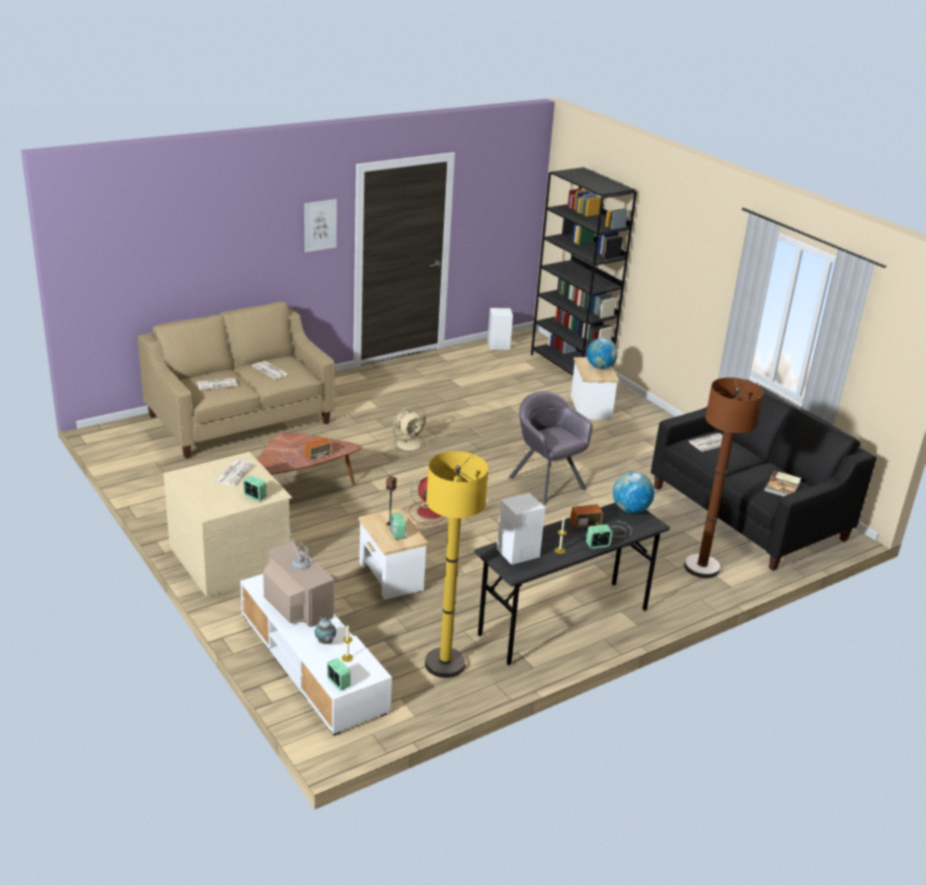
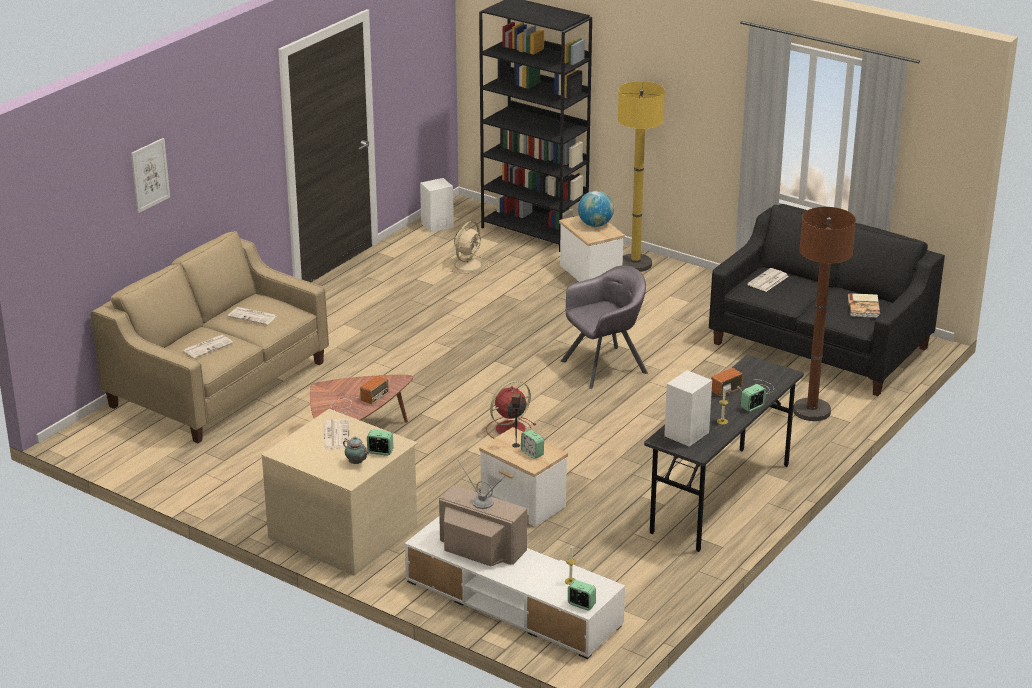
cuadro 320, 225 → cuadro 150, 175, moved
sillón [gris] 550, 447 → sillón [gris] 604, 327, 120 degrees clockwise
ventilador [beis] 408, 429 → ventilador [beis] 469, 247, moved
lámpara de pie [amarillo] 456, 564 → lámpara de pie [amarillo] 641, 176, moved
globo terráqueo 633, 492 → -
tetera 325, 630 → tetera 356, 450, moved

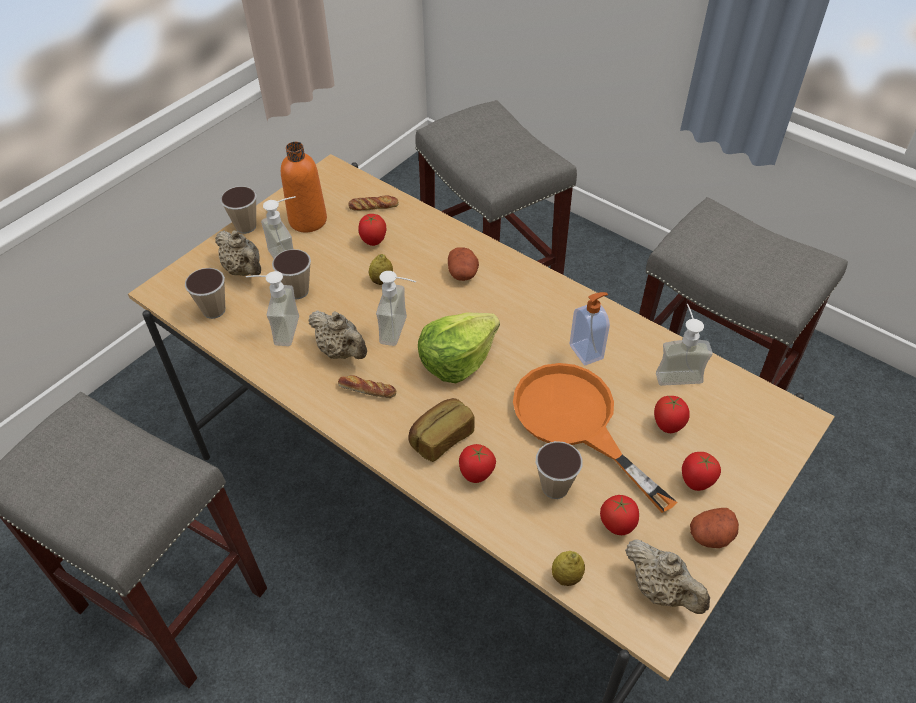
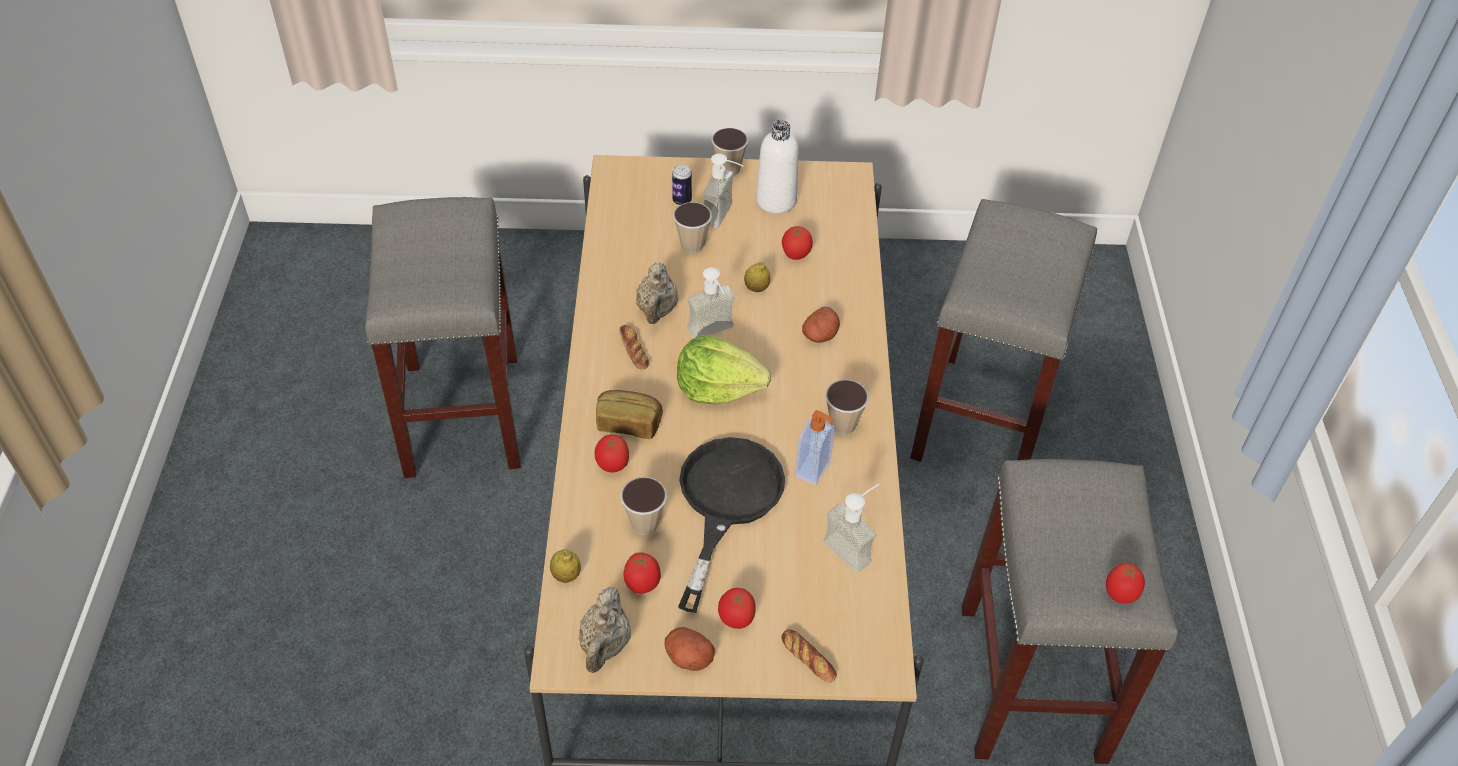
botella [naranja] 304, 187 → botella [blanco] 777, 167
pan 373, 203 → pan 809, 656, moved
tetera [beis] 238, 253 → lata 682, 184
taza 205, 293 → taza 847, 407, moved
dispensador de jabón 272, 308 → -
sartén [naranja] 595, 438 → sartén [negro] 731, 525
tomate 672, 414 → tomate 1125, 583, moved

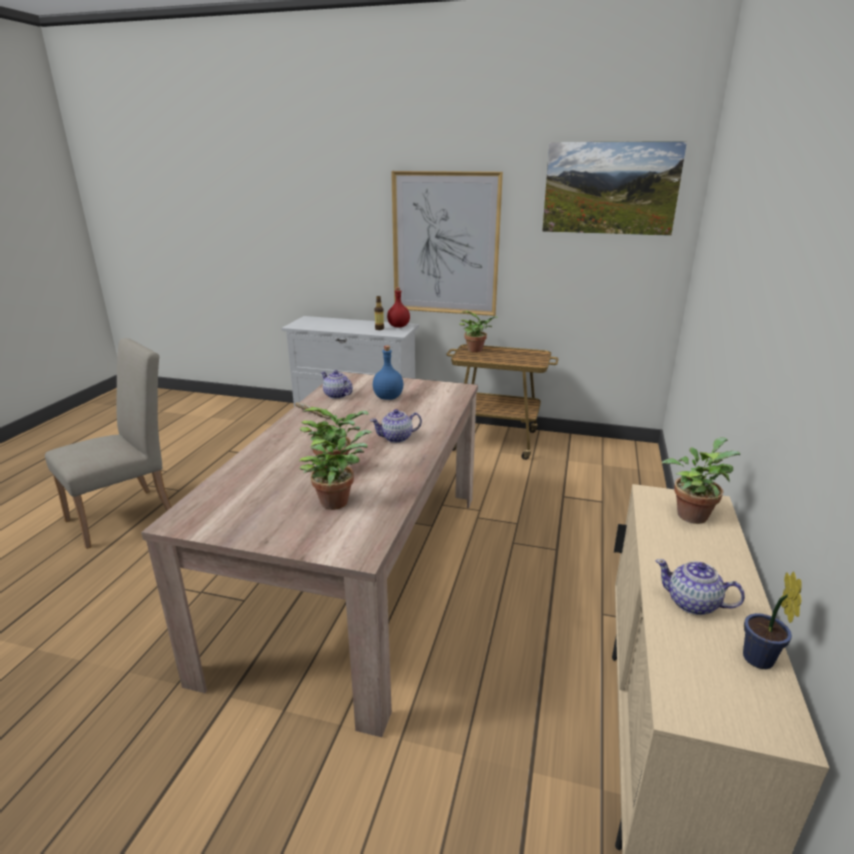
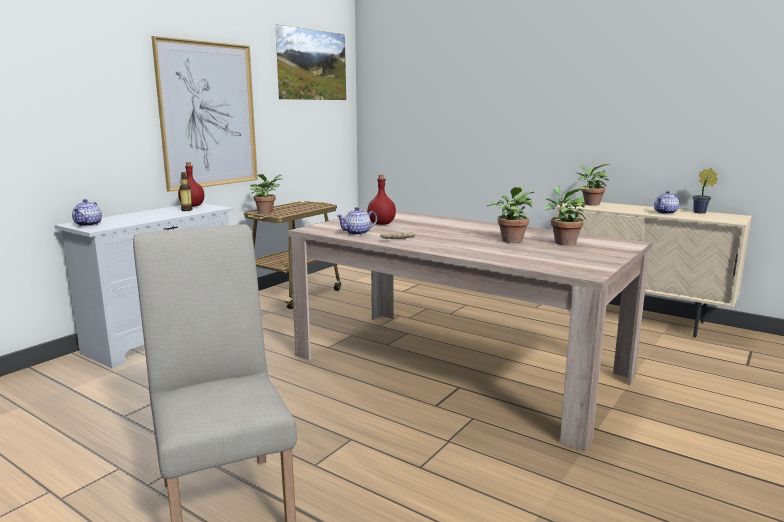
botella [azul] 388, 373 → botella [rojo] 381, 199
tetera 396, 426 → tetera 87, 212, moved

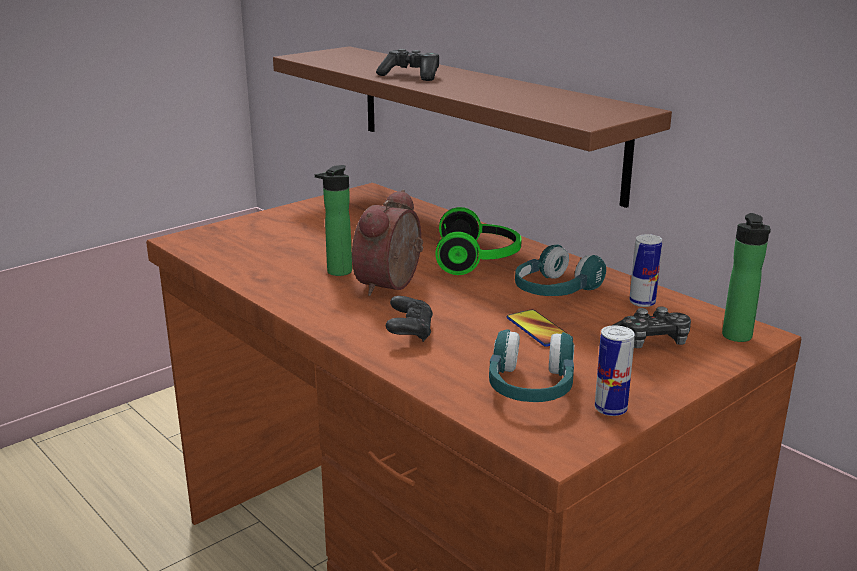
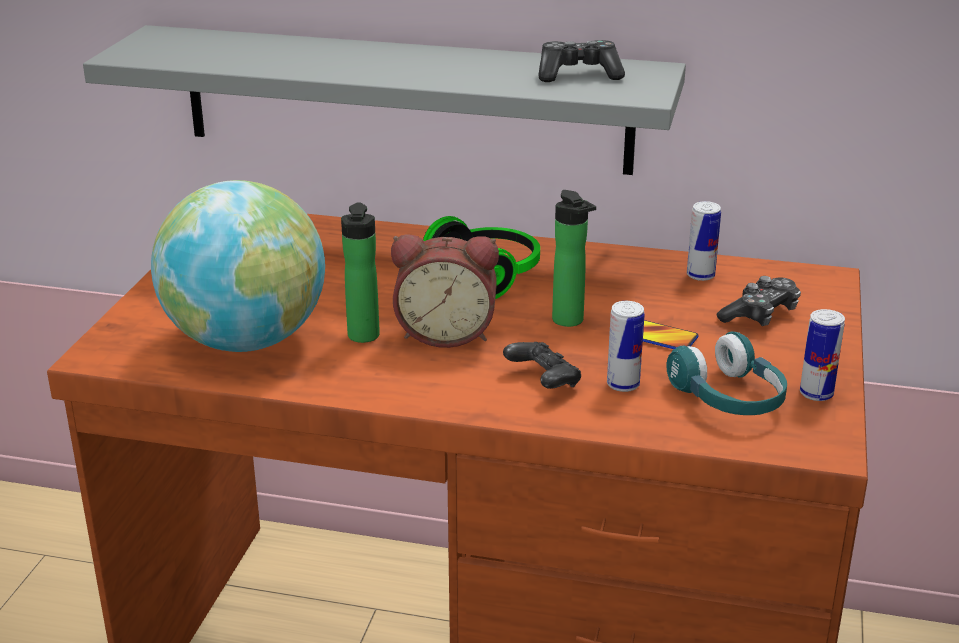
estante [marrón] 472, 127 → estante [gris] 384, 100
mando de consola 407, 65 → mando de consola 582, 61, moved
despertador 387, 243 → despertador 445, 291, 75 degrees counterclockwise
botella 746, 277 → botella 574, 258, moved
auriculares [turquesa] 560, 270 → -
- → globo terráqueo 238, 266
- → lata 626, 346

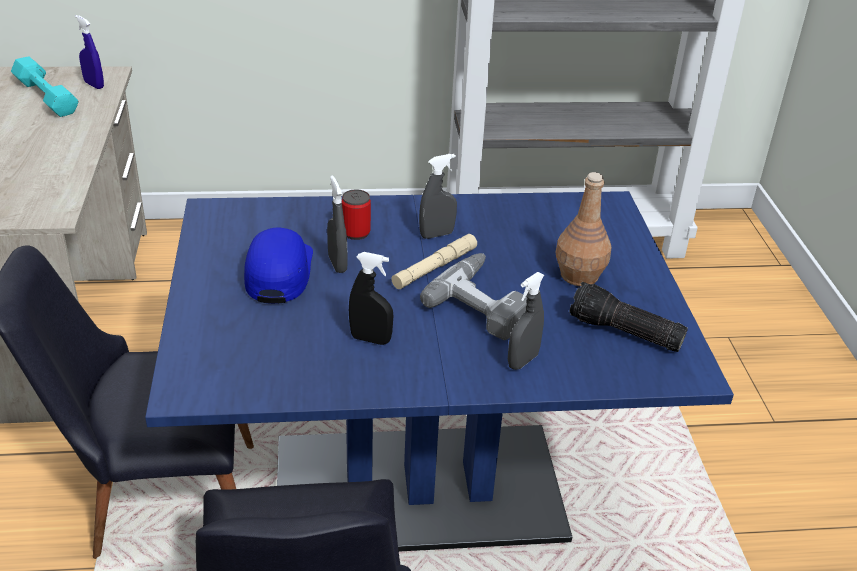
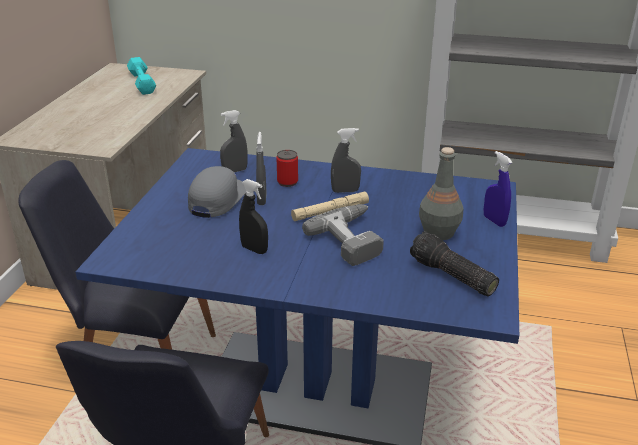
pulverizador [azul] 89, 52 → pulverizador [azul] 498, 189, moved
botella [marrón] 584, 229 → botella [gris] 441, 193
gorra [azul] 278, 266 → gorra [gris] 217, 192
pulverizador [gris] 526, 321 → pulverizador [gris] 234, 141, moved

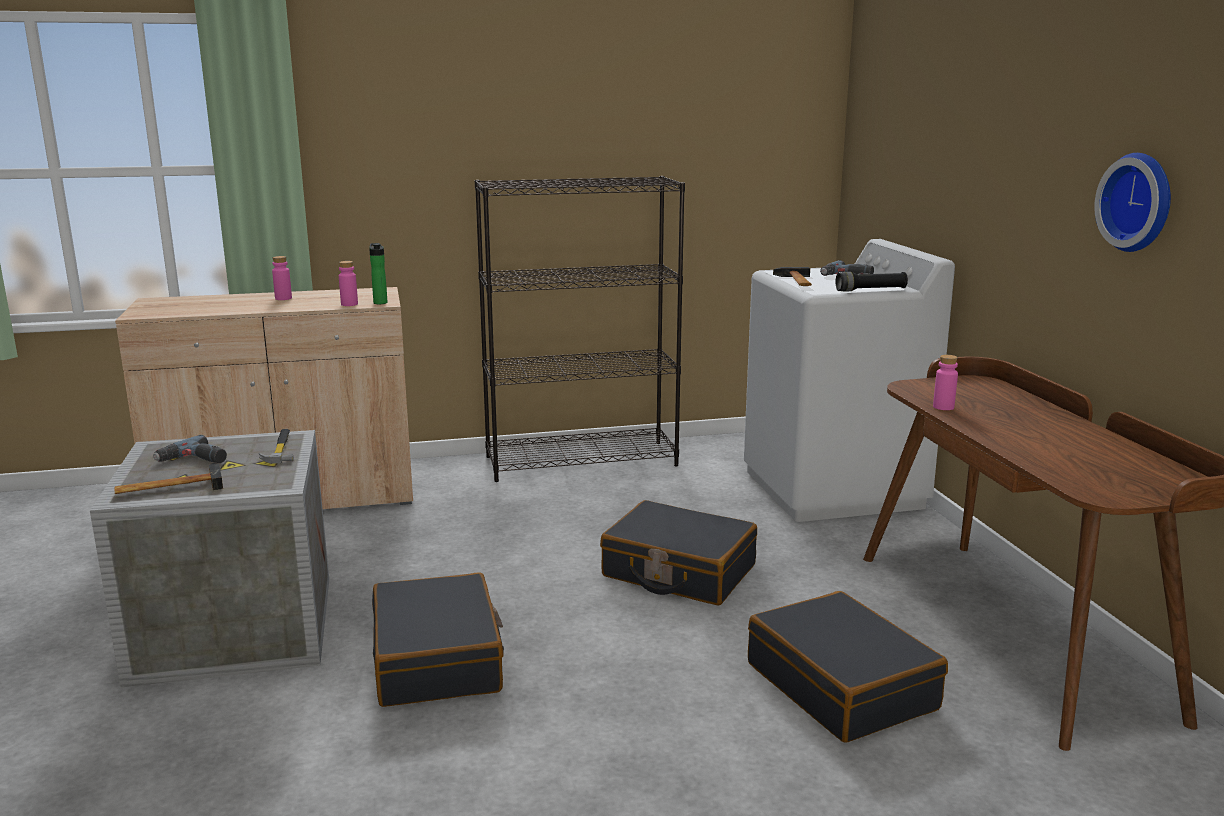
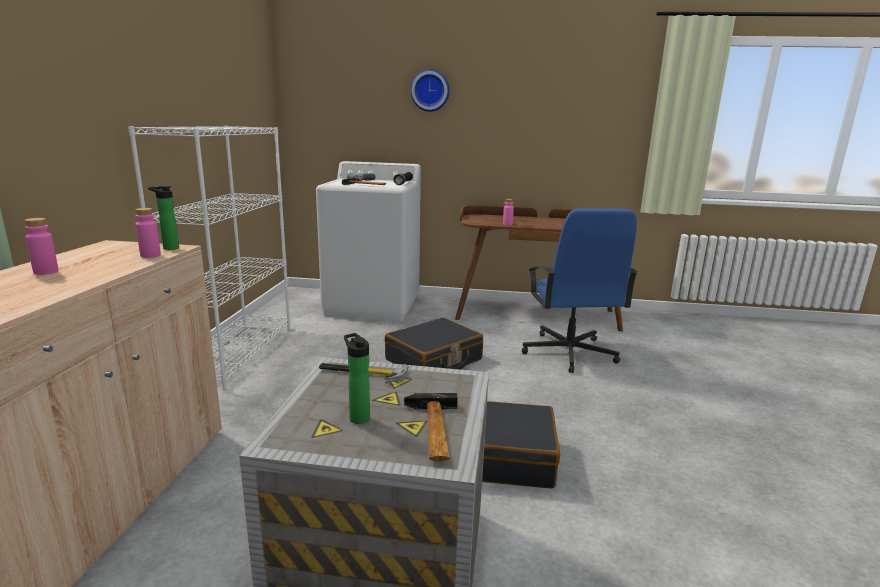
reloj de pared 1132, 202 → reloj de pared 430, 90, moved
estantería [negro] 580, 329 → estantería [blanco] 209, 258
taladro 190, 449 → botella 357, 378
maleta [negro] 848, 666 → silla de oficina [azul] 580, 290

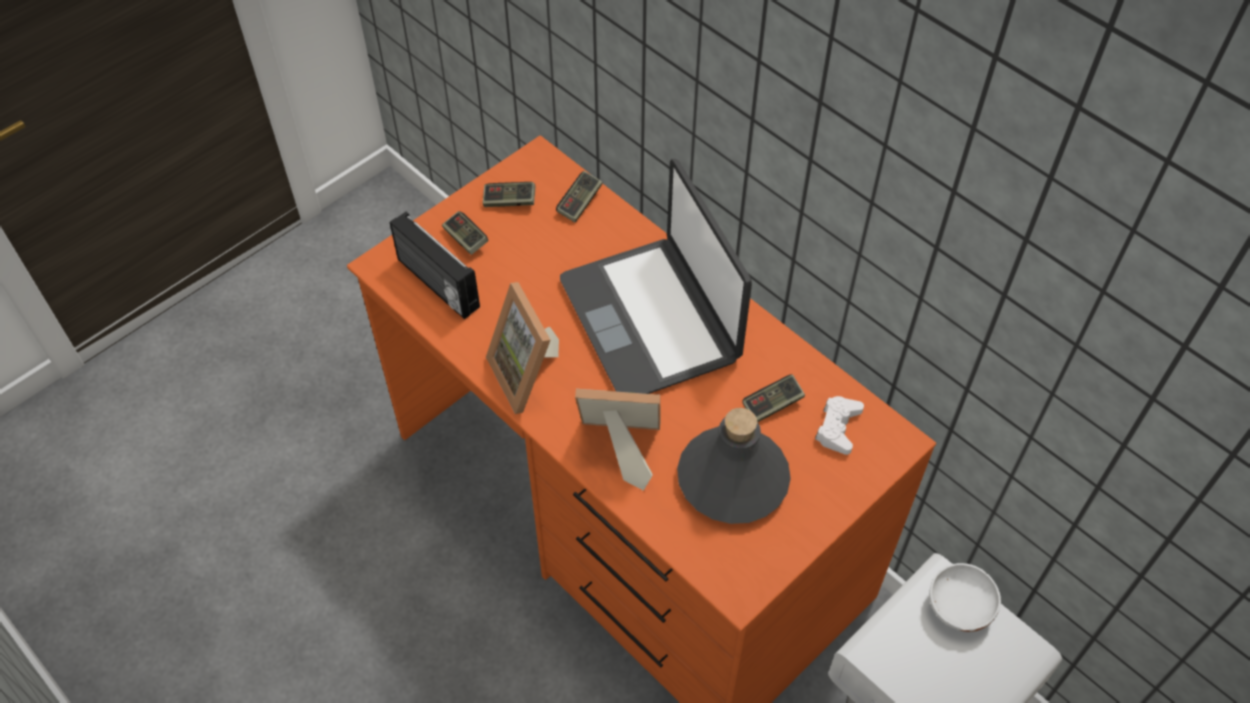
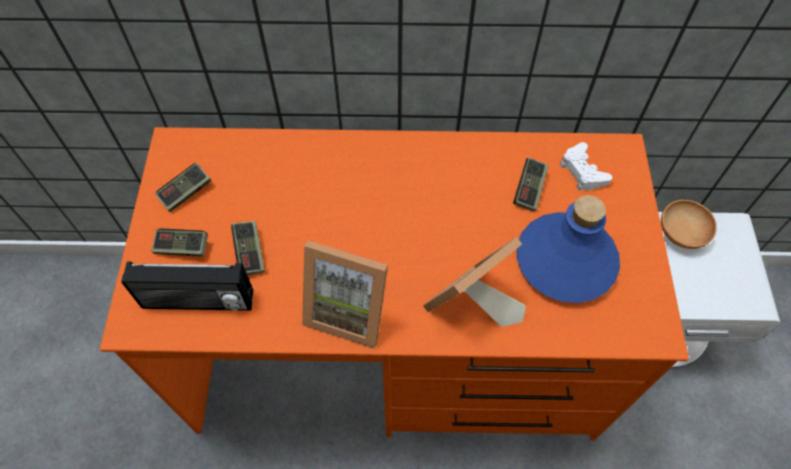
portátil 656, 276 → -
mando de consola 579, 196 → mando de consola 248, 248, moved
botella [gris] 734, 466 → botella [azul] 568, 249
cuenco [blanco] 965, 597 → cuenco [marrón] 689, 224

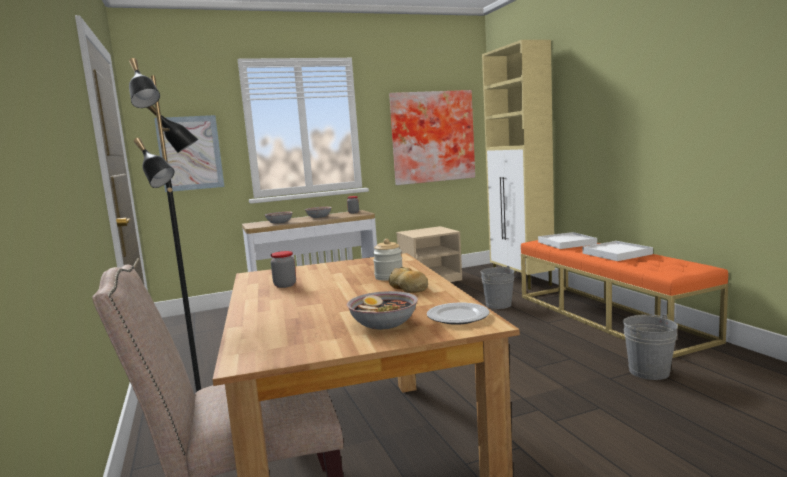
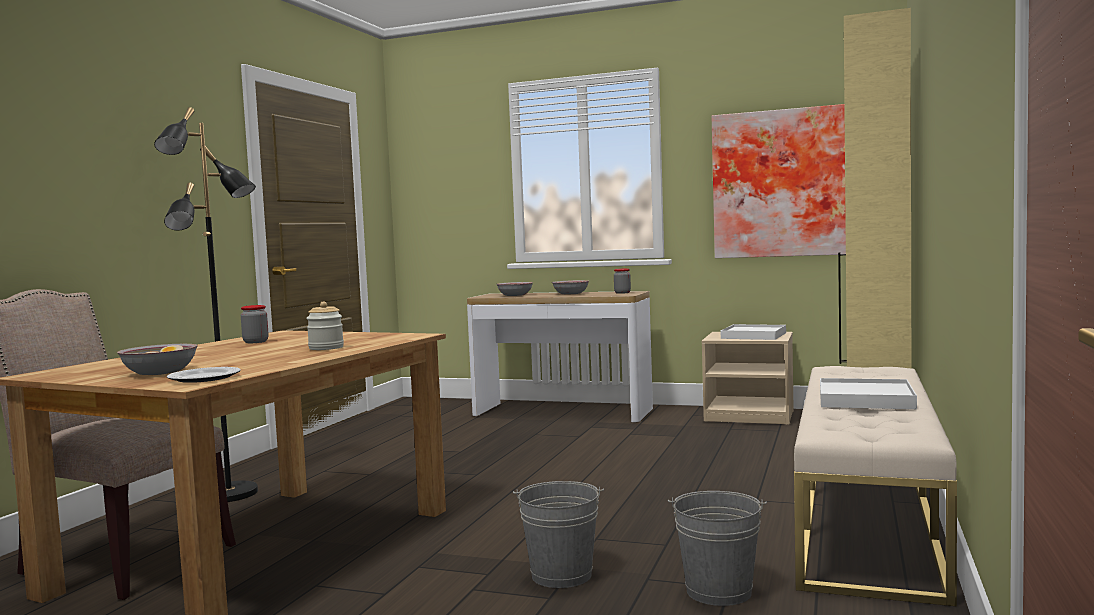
cuadro 189, 153 → -
bandeja [blanco] 567, 240 → bandeja [blanco] 753, 332, moved
banco [naranja] 624, 299 → banco [beis] 875, 486
cubo [gris] 497, 287 → cubo [gris] 558, 534, moved
pan 408, 280 → -

